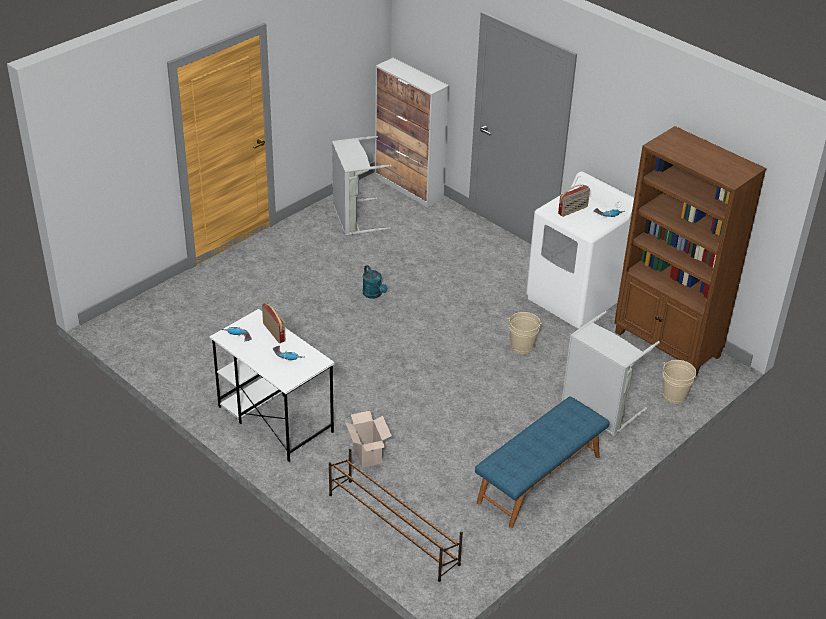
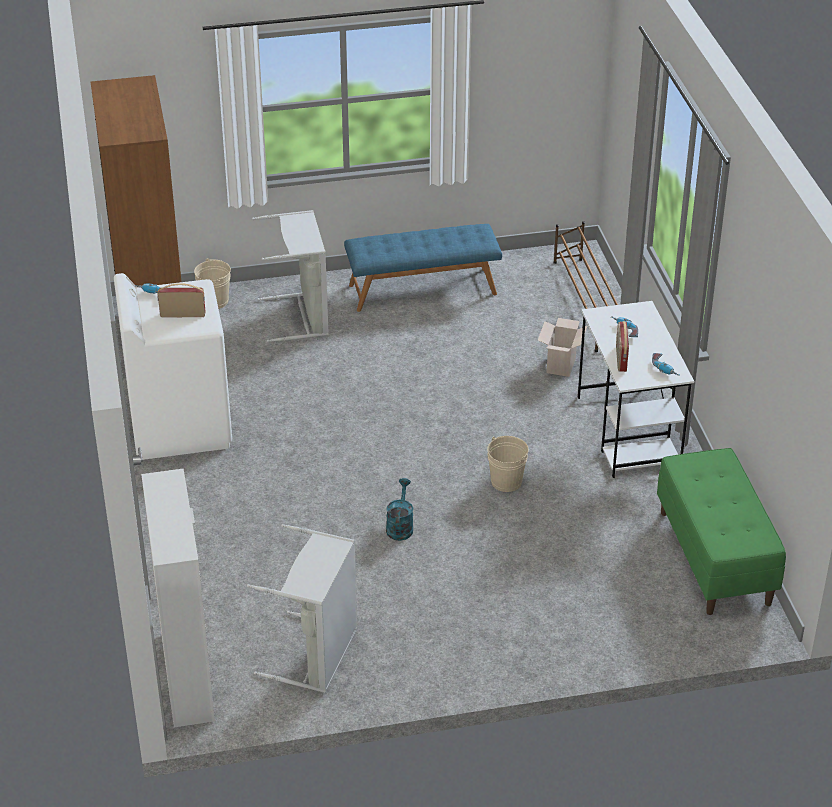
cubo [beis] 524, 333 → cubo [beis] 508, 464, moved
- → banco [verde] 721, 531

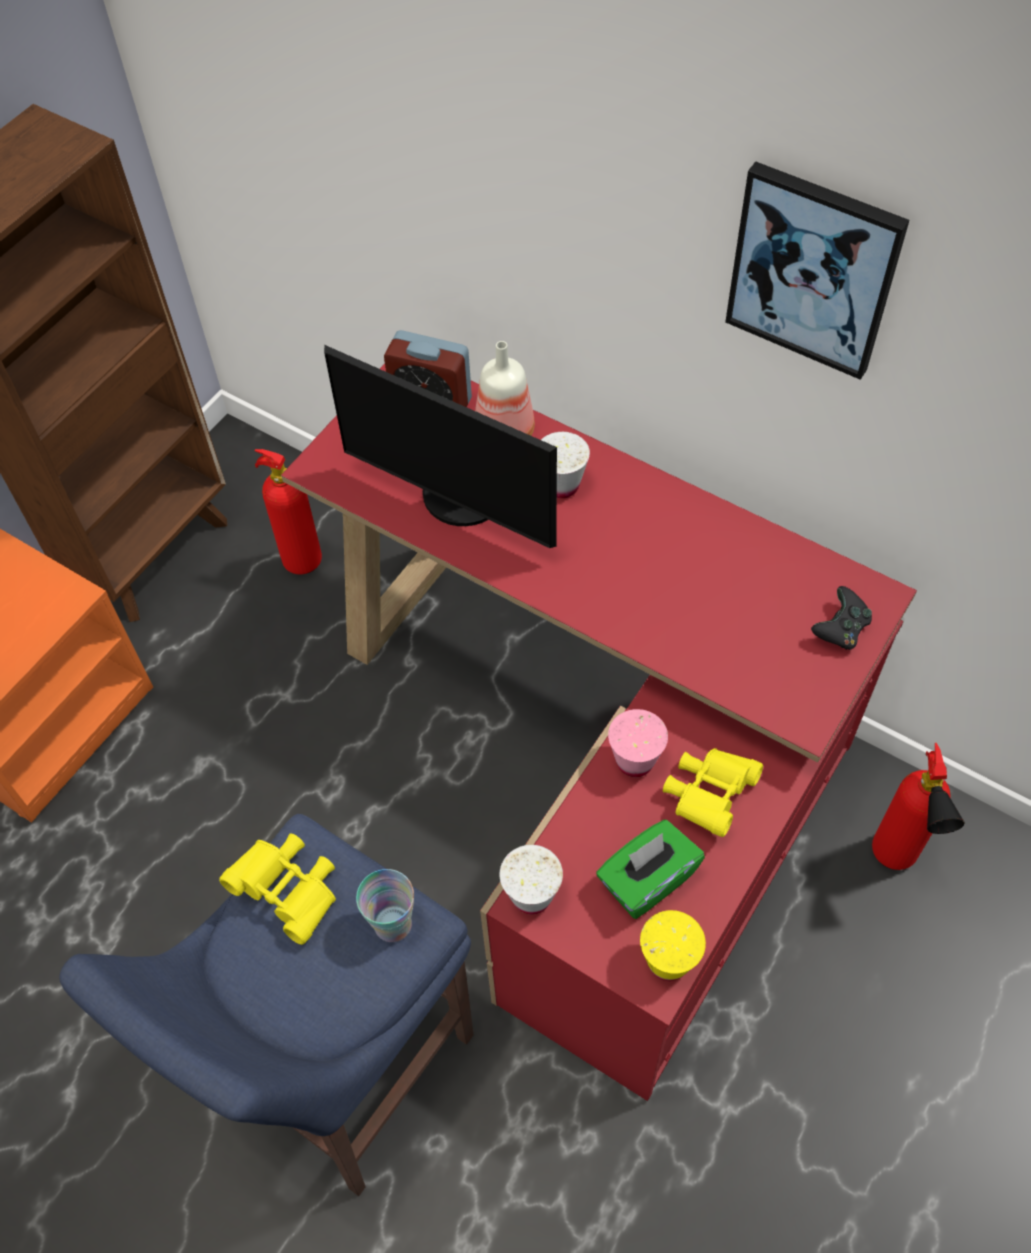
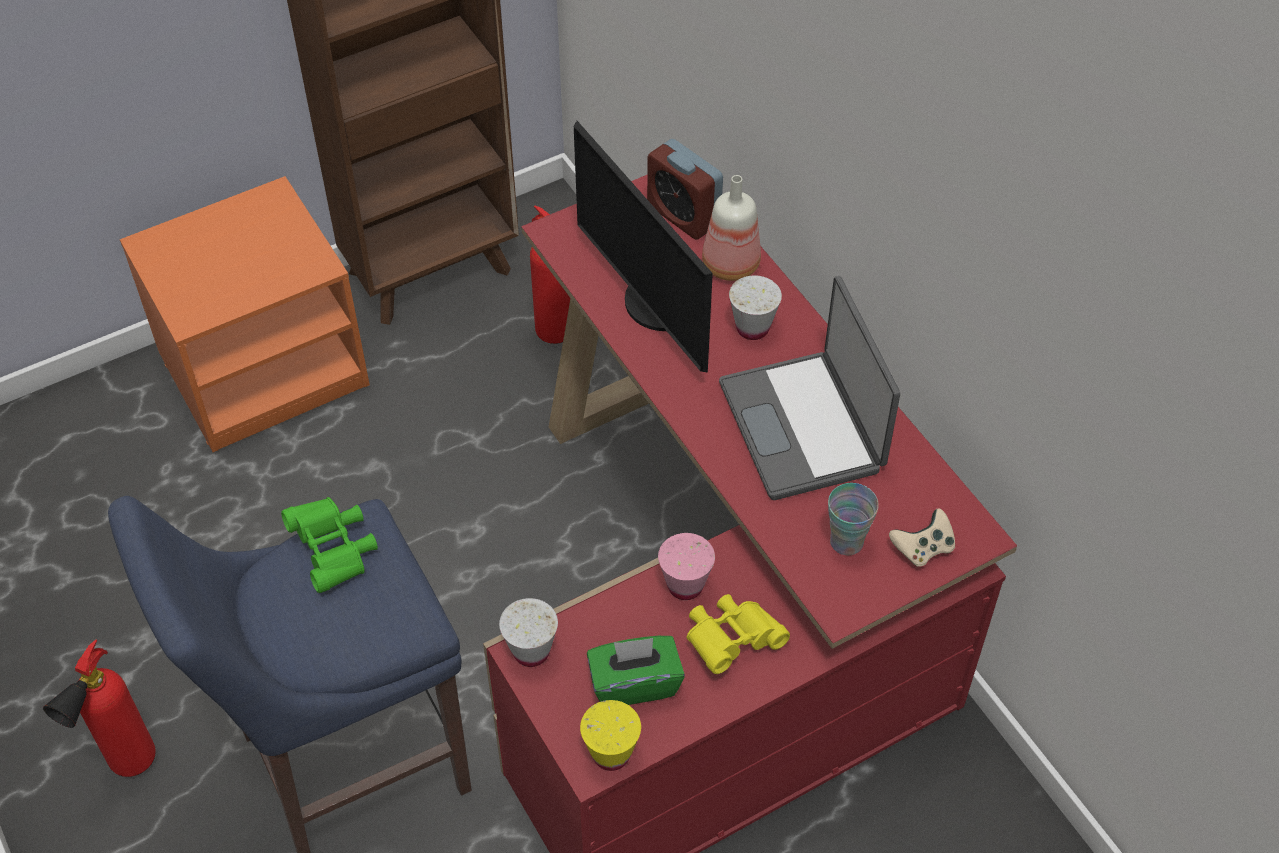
cuadro 817, 271 → -
mando de consola [negro] 841, 618 → mando de consola [beis] 922, 537
extintor 918, 806 → extintor 99, 708, moved
prismáticos [amarillo] 277, 889 → prismáticos [verde] 329, 545
taza 385, 905 → taza 853, 519, moved
- → portátil 809, 388

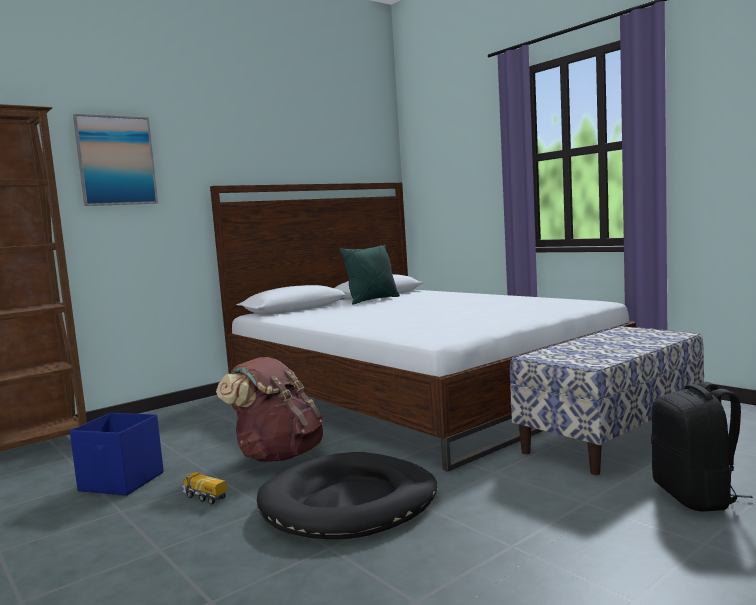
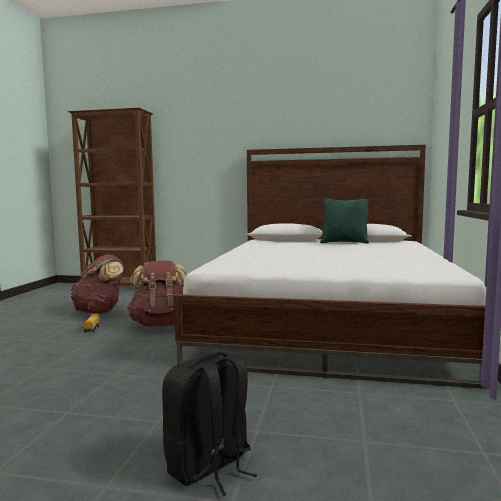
cuadro 115, 160 → -
banco 607, 400 → -
caja de almacenaje [azul] 117, 454 → mochila [marrón] 97, 284
cama para perro [negro] 347, 495 → -

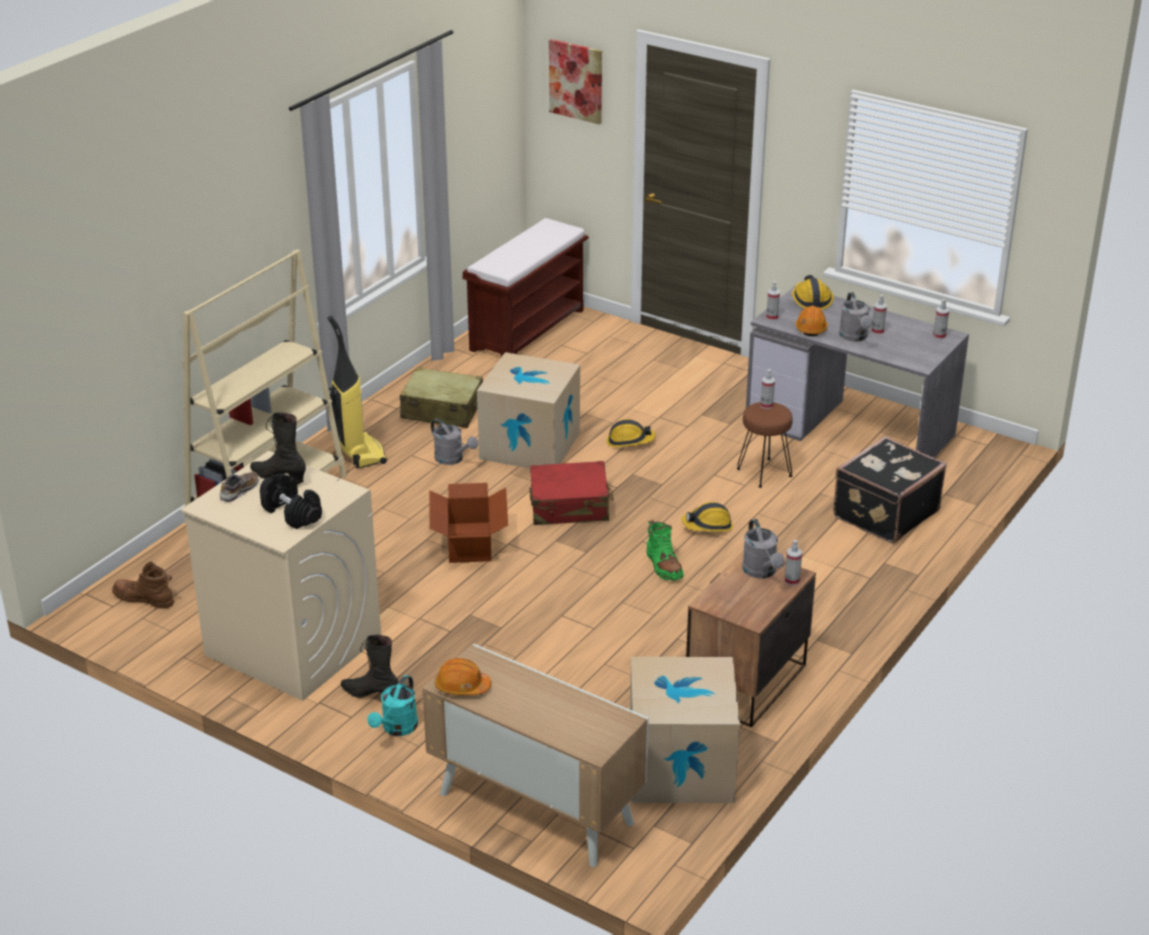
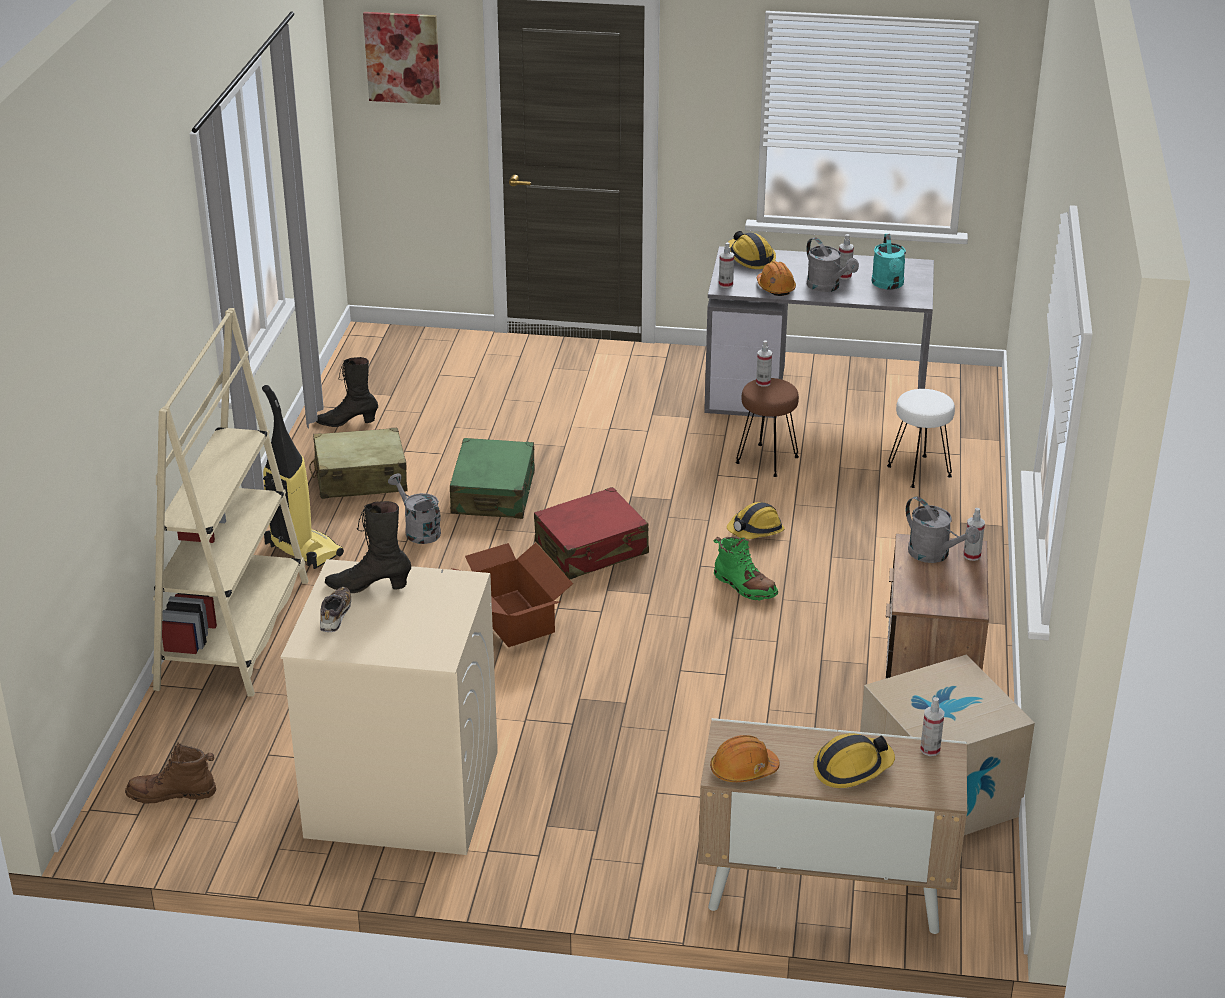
banco [marrón] 525, 287 → -
pulverizador 941, 319 → pulverizador 932, 726, moved
caja de cartón 528, 410 → maleta [verde] 492, 478
regadera [gris] 454, 441 → regadera [gris] 414, 508, 150 degrees counterclockwise
casco 631, 433 → casco 854, 760, moved
maleta [negro] 890, 489 → taburete [blanco] 921, 438
mancuerna [negro] 291, 501 → -
bota [negro] 370, 666 → bota [negro] 347, 392, moved
regadera [turquesa] 393, 705 → regadera [turquesa] 888, 262, moved

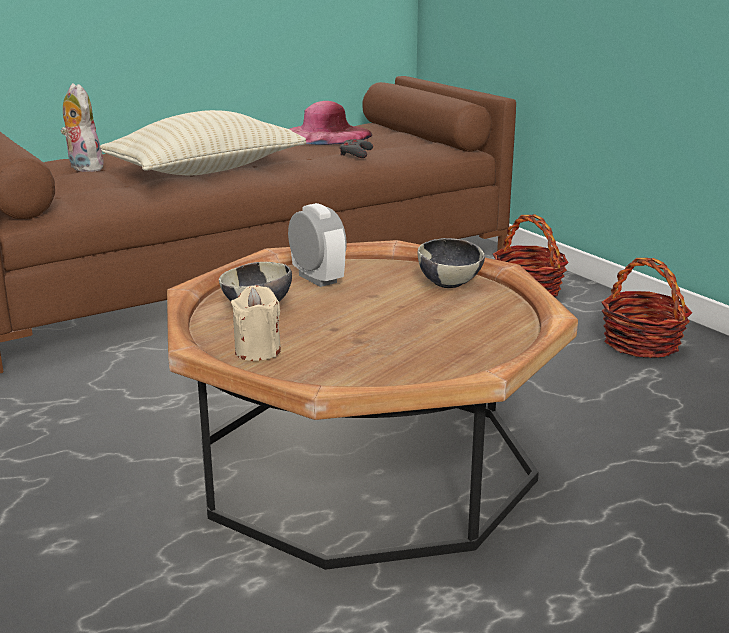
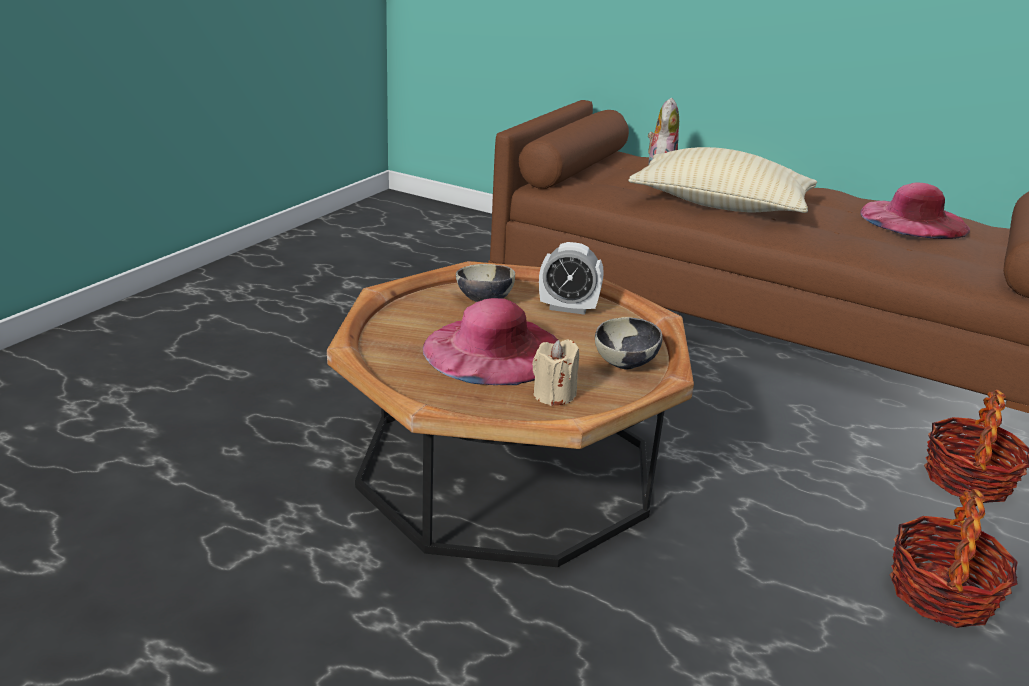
mando de consola [gris] 356, 148 → -
despertador 317, 245 → despertador 571, 278, 75 degrees clockwise
vela [beis] 256, 323 → vela [beis] 555, 373, moved
- → sombrero [rosa] 490, 341

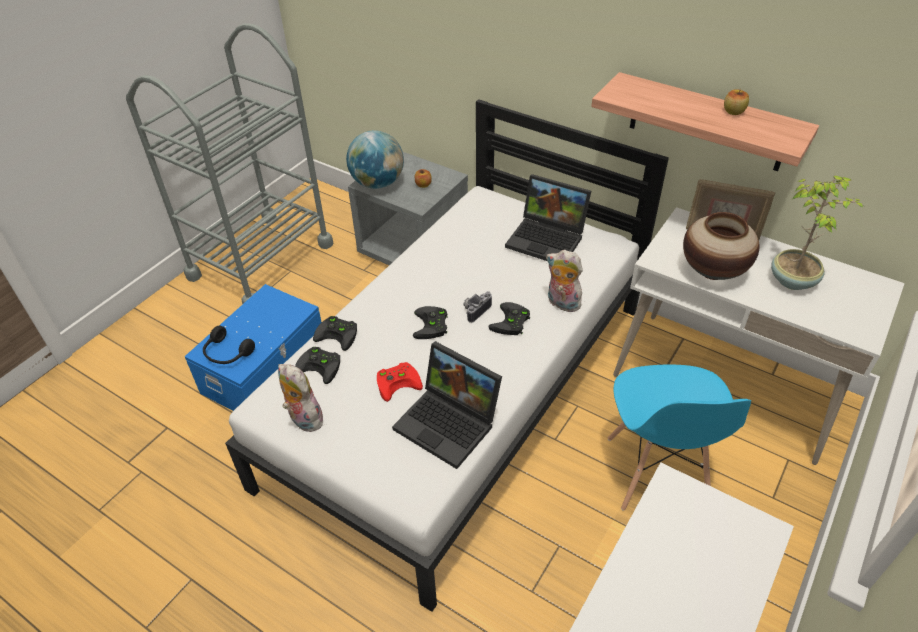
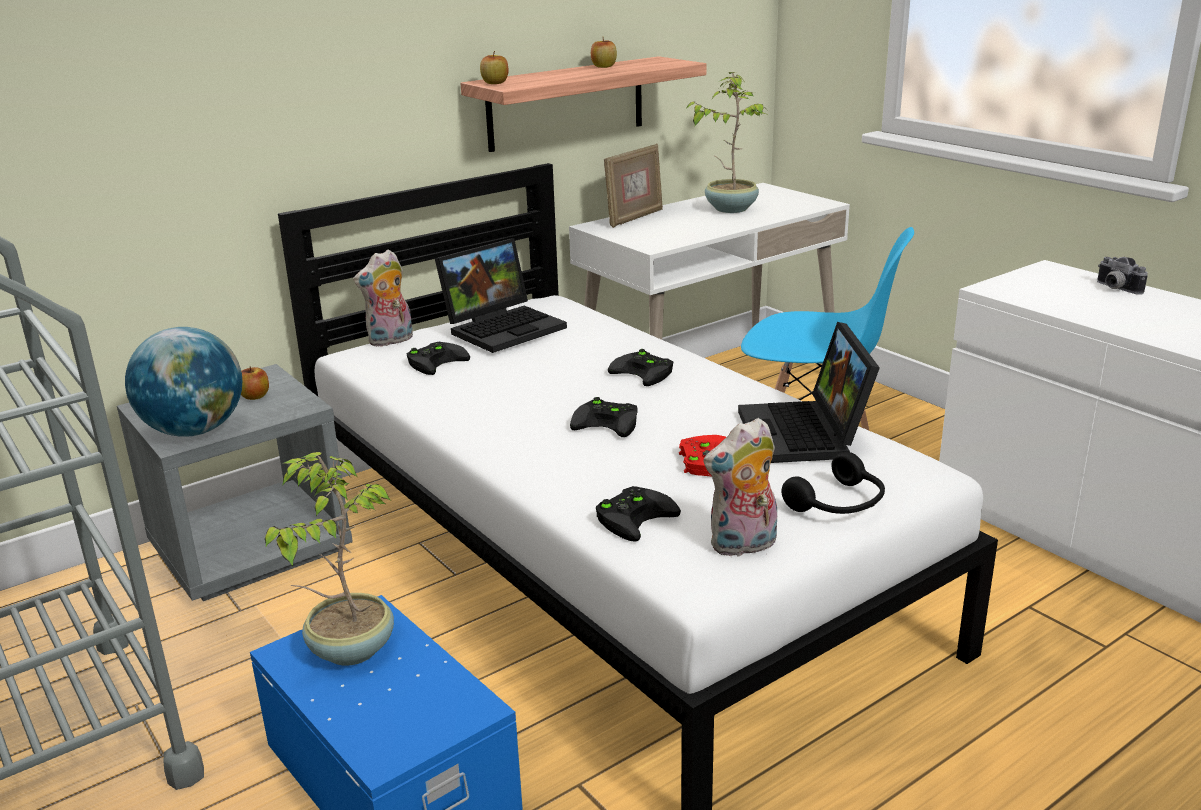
florero 721, 246 → -
peluche 564, 281 → peluche 383, 298, moved
cámara 478, 307 → cámara 1122, 276, moved
mando de consola [negro] 335, 333 → mando de consola [negro] 438, 358, moved
auriculares [negro] 229, 345 → auriculares [negro] 833, 483, moved
portátil 447, 405 → portátil 809, 392, 120 degrees clockwise
- → manzana 494, 67
- → planta en maceta 329, 559

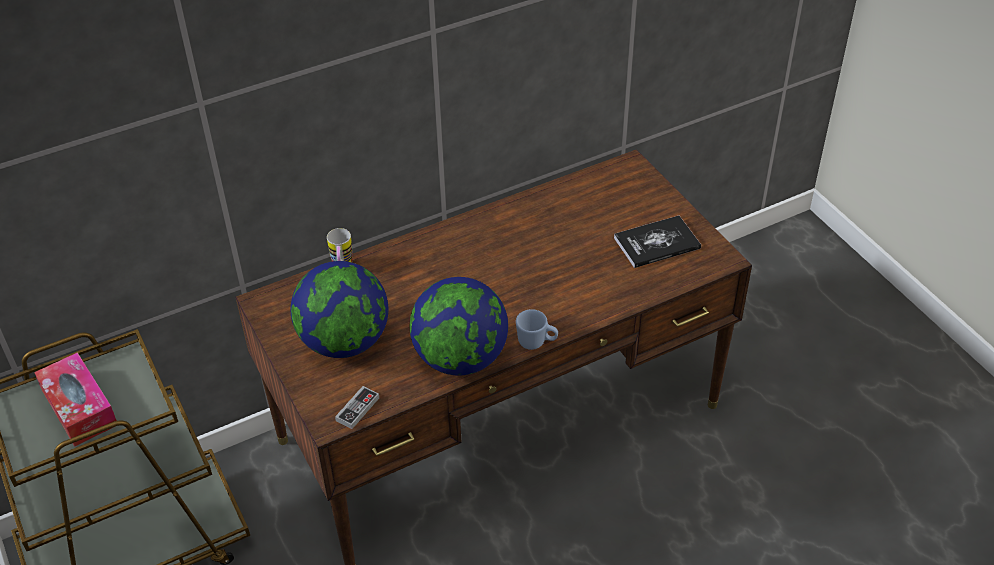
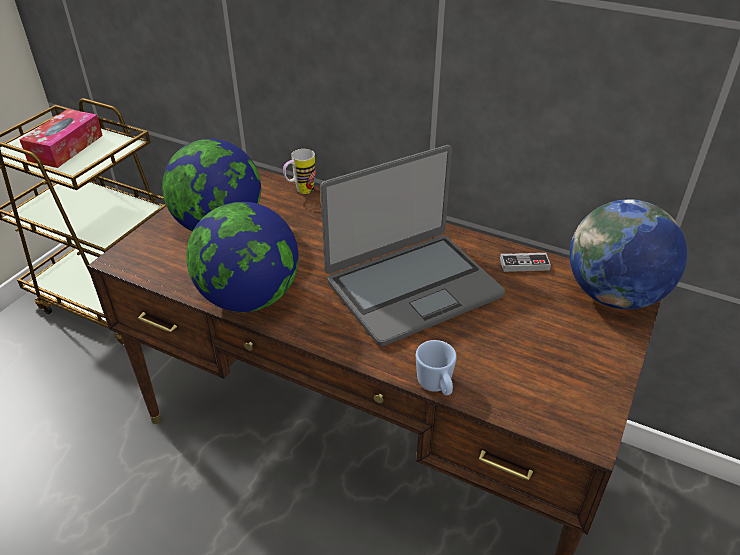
libro 657, 242 → -
taza grande [azul] 537, 329 → taza grande [azul] 436, 368, moved
mando de consola 357, 407 → mando de consola 525, 262, moved
- → portátil 412, 246
- → globo terráqueo 628, 254

